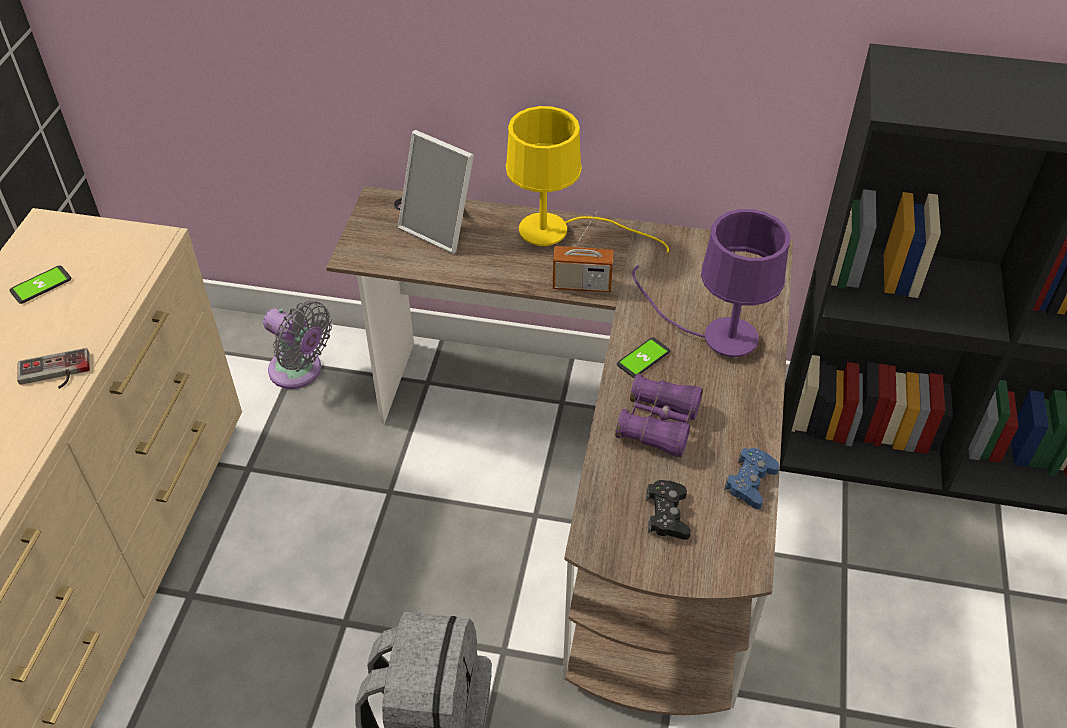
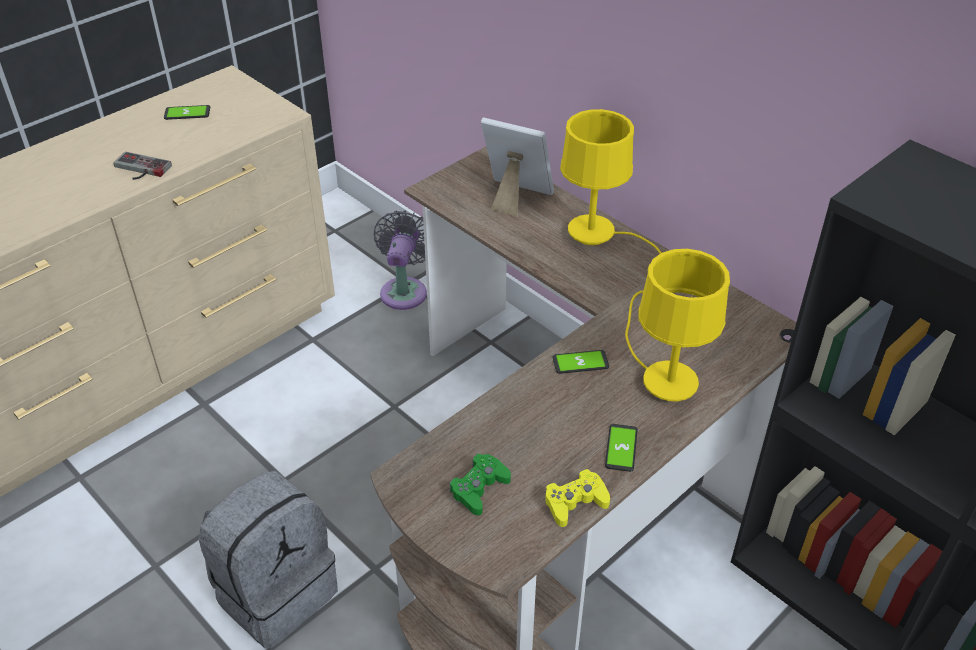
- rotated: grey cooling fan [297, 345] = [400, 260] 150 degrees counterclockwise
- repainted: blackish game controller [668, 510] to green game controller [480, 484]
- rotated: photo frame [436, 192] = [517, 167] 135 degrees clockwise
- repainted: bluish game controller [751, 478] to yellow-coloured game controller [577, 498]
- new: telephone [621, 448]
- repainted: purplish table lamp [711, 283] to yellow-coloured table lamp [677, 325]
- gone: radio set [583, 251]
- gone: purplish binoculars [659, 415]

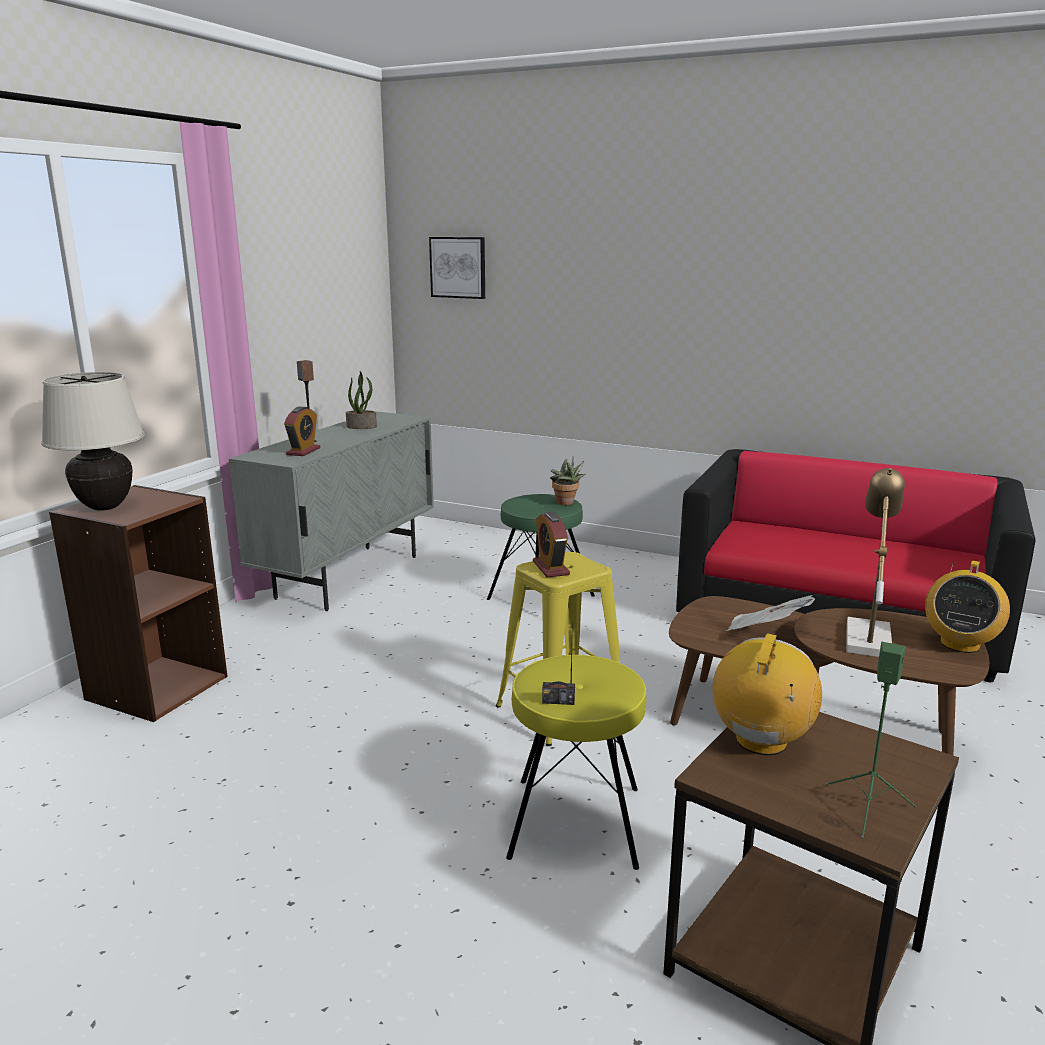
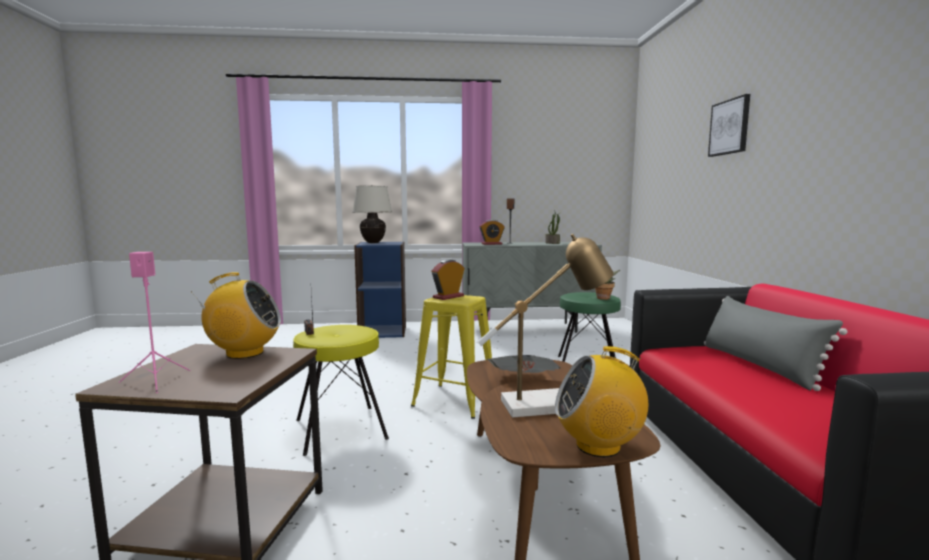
- repainted: green loudspeaker [871, 740] to pink loudspeaker [154, 322]
- repainted: brown shelving unit [138, 603] to bluish shelving unit [380, 290]
- new: grey cushion [776, 343]
- shifted: wall picture [457, 268] to [729, 125]

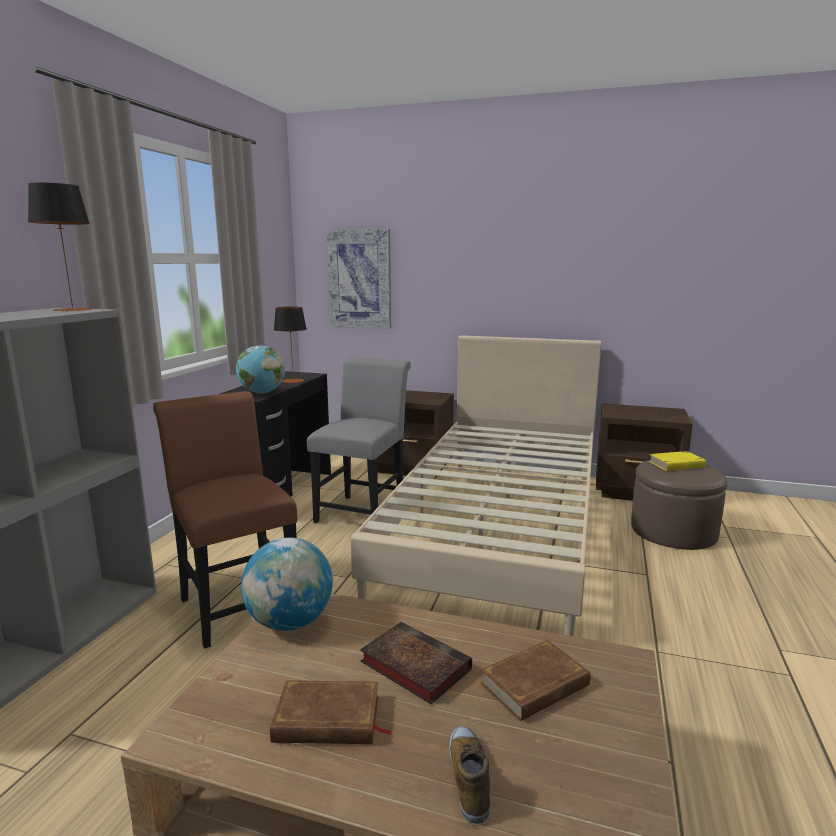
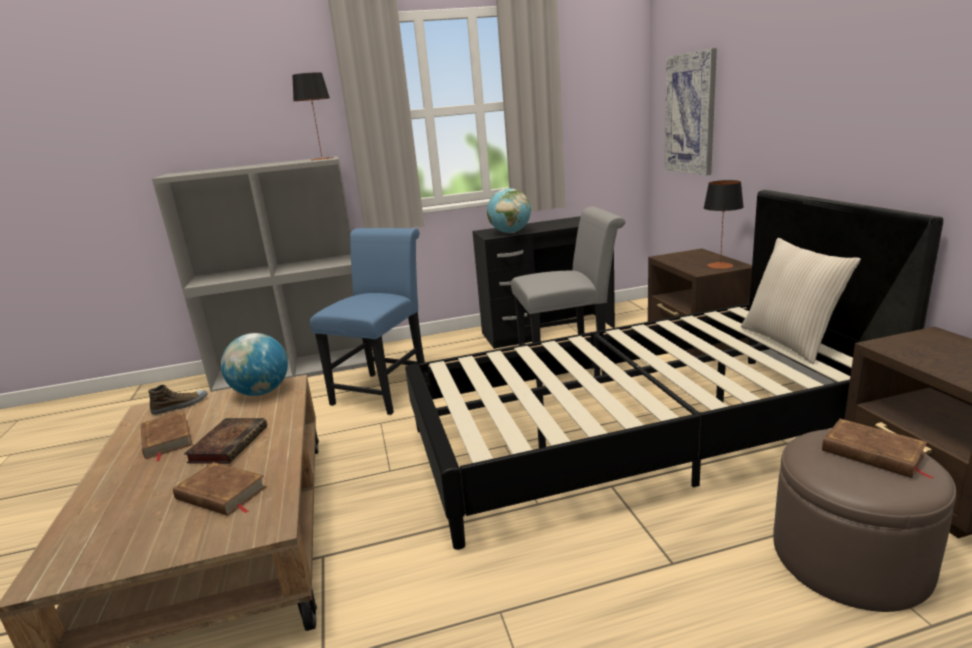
- shifted: item of footwear [469, 775] to [177, 400]
- repainted: brown plain chair [225, 520] to bluish plain chair [367, 321]
- repainted: beige-coloured bedroom bed [476, 485] to blackish bedroom bed [674, 370]
- shifted: table lamp [290, 345] to [724, 224]
- new: beige-coloured cushion [801, 301]
- repainted: yellow-coloured bound book [678, 461] to brown bound book [878, 449]

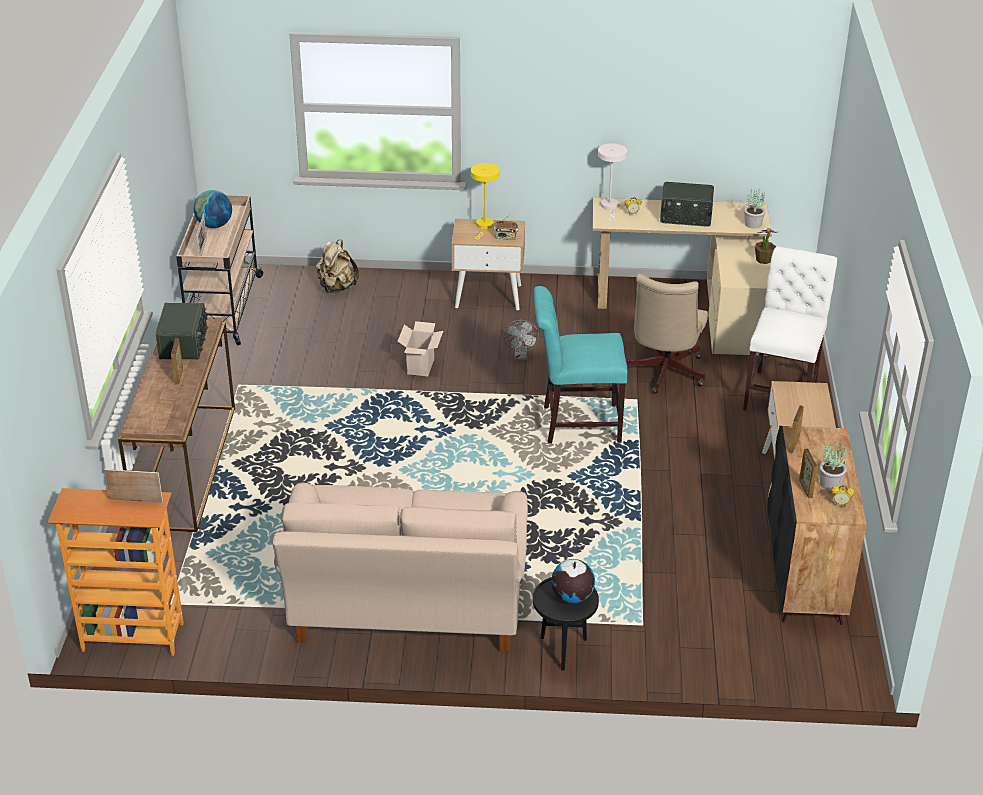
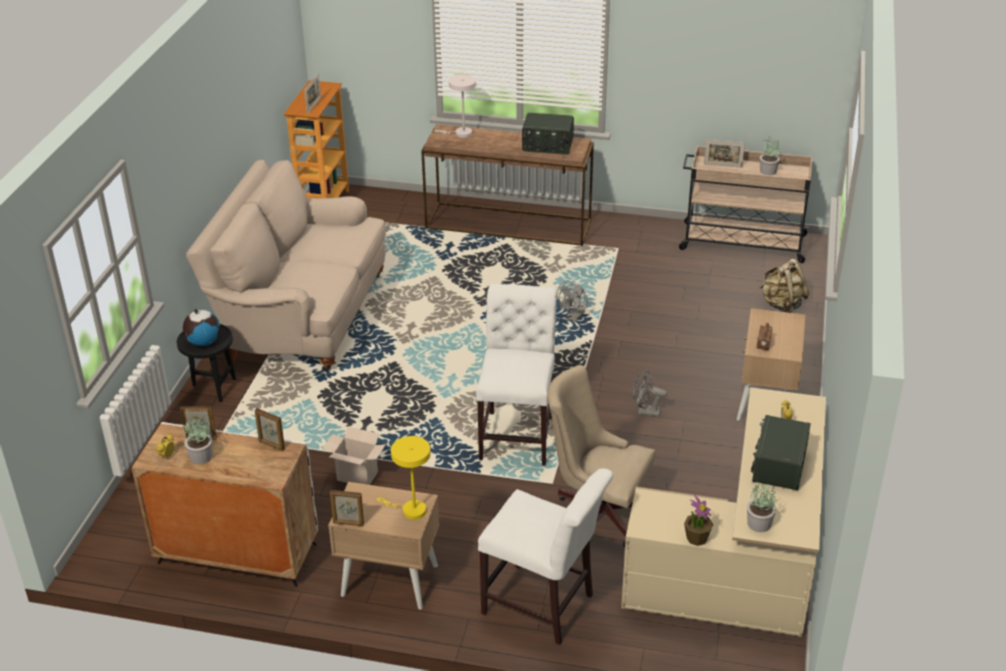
- repainted: blackish cabinet [817, 525] to white cabinet [225, 504]
- shifted: packing box [420, 348] to [354, 456]
- shifted: photo frame [177, 361] to [347, 508]
- shifted: yellow-coloured table lamp [485, 201] to [404, 478]
- shifted: white table lamp [612, 182] to [455, 106]
- repainted: turquoise plain chair [580, 365] to white plain chair [516, 375]
- new: grey cooling fan [572, 301]
- swapped: globe [213, 209] to plant in a pot [770, 155]

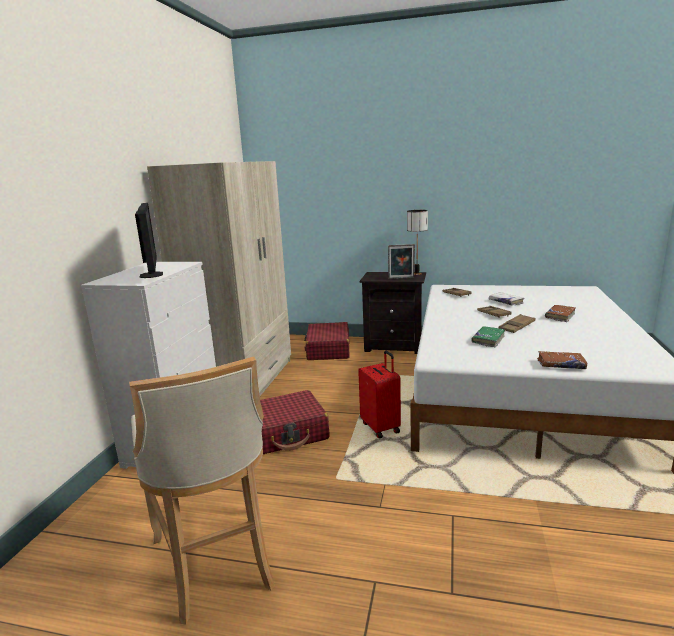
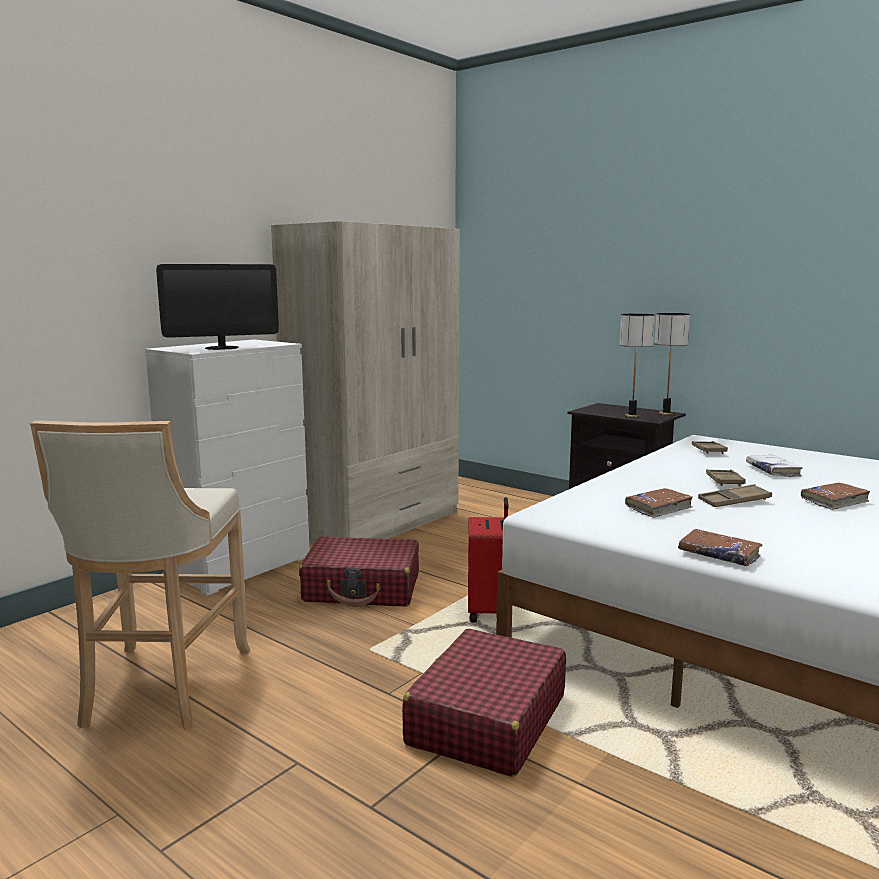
- rotated: computer display [149, 240] = [217, 307] 60 degrees clockwise
- shifted: red-coloured suitcase [327, 341] to [484, 703]
- swapped: photo frame [401, 261] to table lamp [637, 365]
- repainted: green bound book [488, 337] to brown bound book [658, 503]

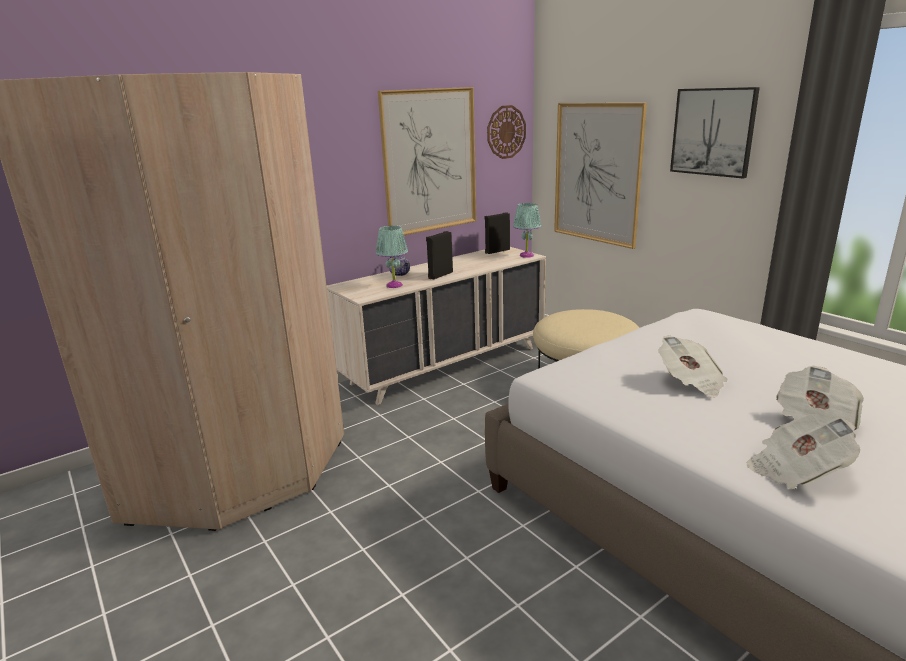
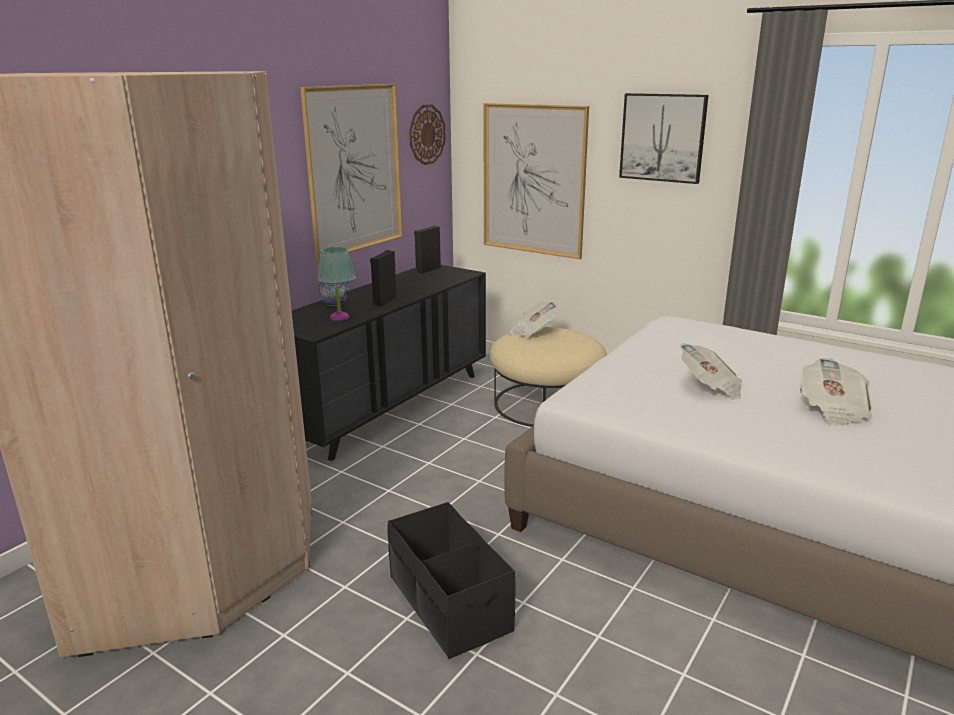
- repainted: beige-coloured dresser [436, 326] to blackish dresser [389, 363]
- new: blackish storage bin [452, 580]
- shifted: daily paper [803, 451] to [534, 319]
- gone: turquoise table lamp [527, 230]

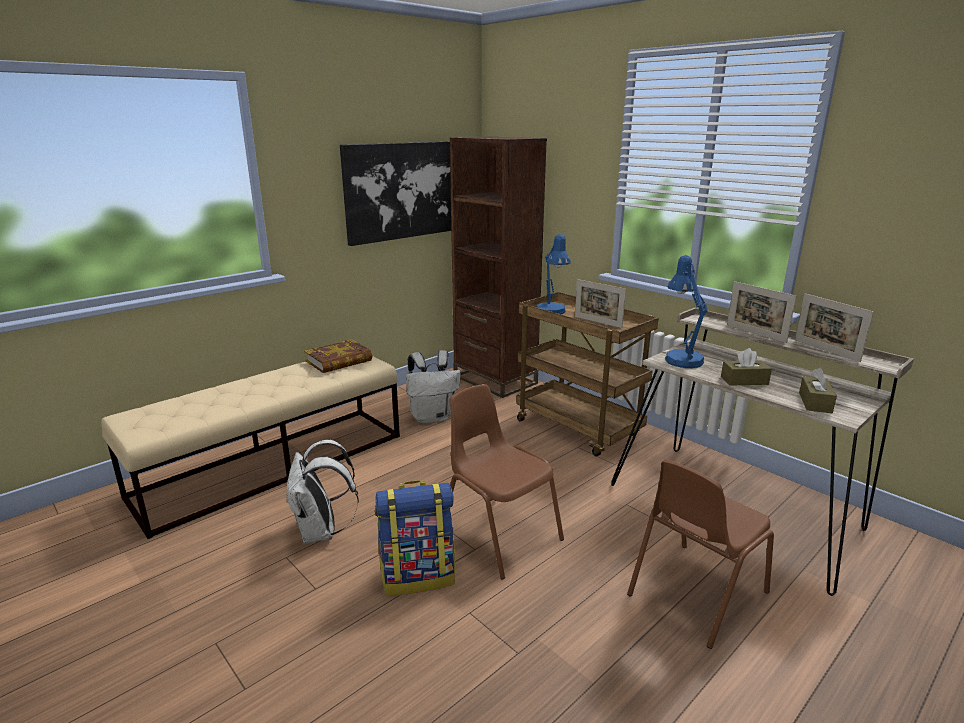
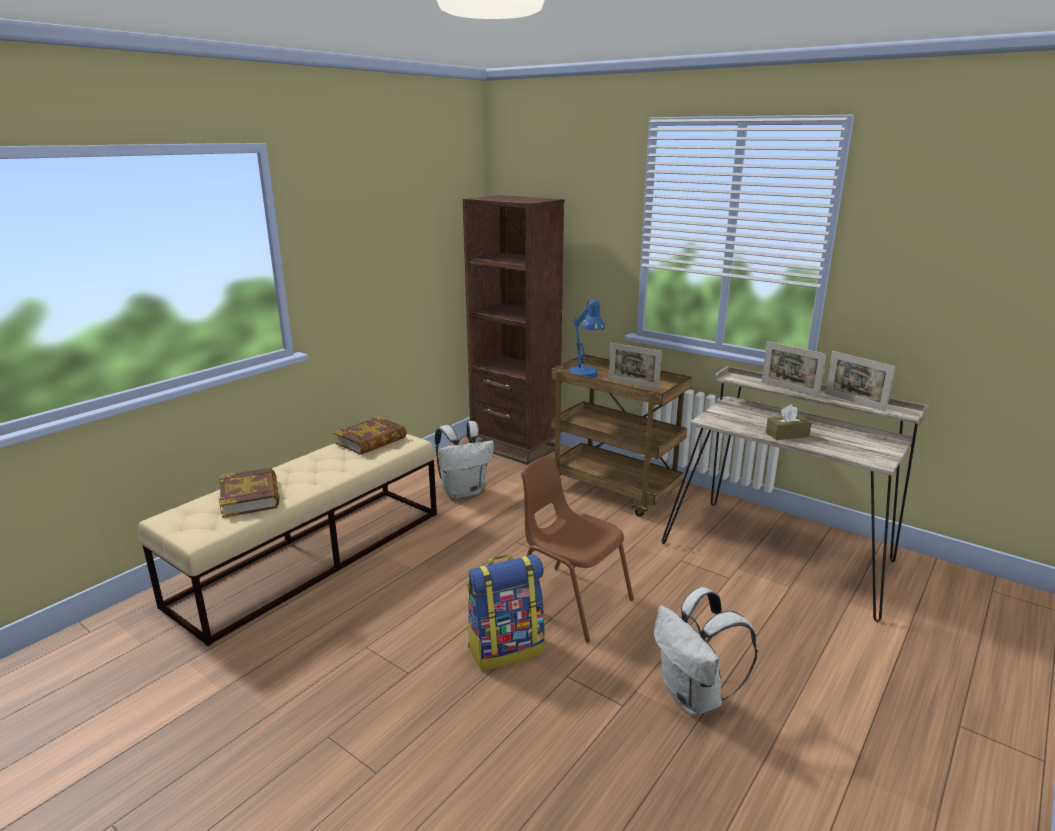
- new: bound book [249, 493]
- shifted: white knapsack [322, 492] to [706, 651]
- gone: wall picture [395, 193]
- gone: brown plain chair [700, 554]
- gone: bluish table lamp [686, 311]
- gone: brown tissue box [818, 390]

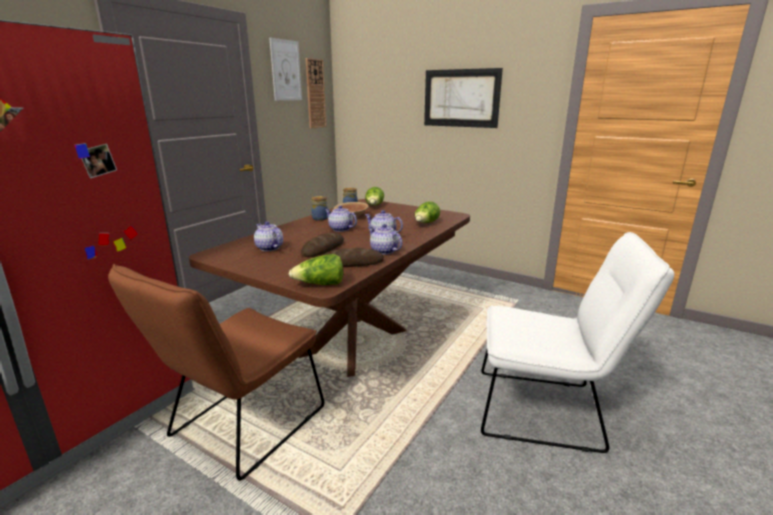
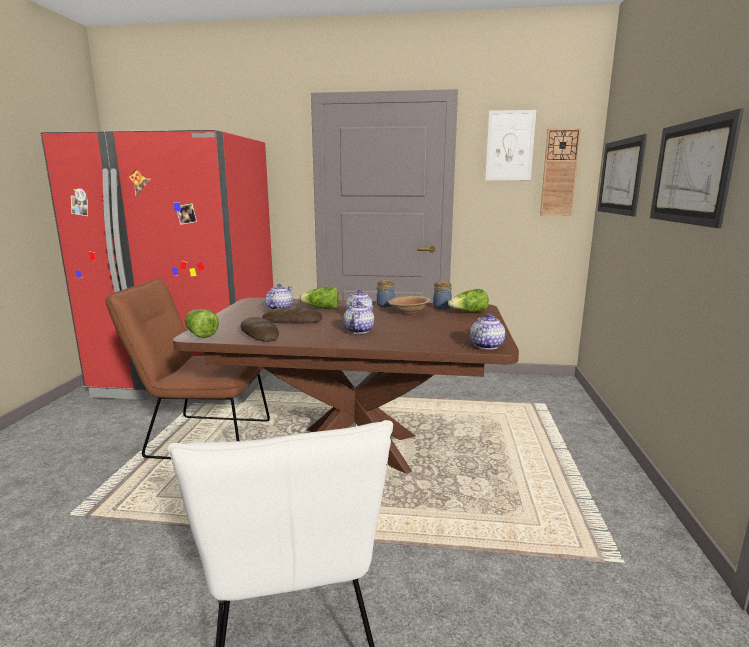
- shifted: lettuce [427, 212] to [319, 298]
- shifted: tea pot [385, 239] to [487, 331]
- new: wall picture [622, 175]

